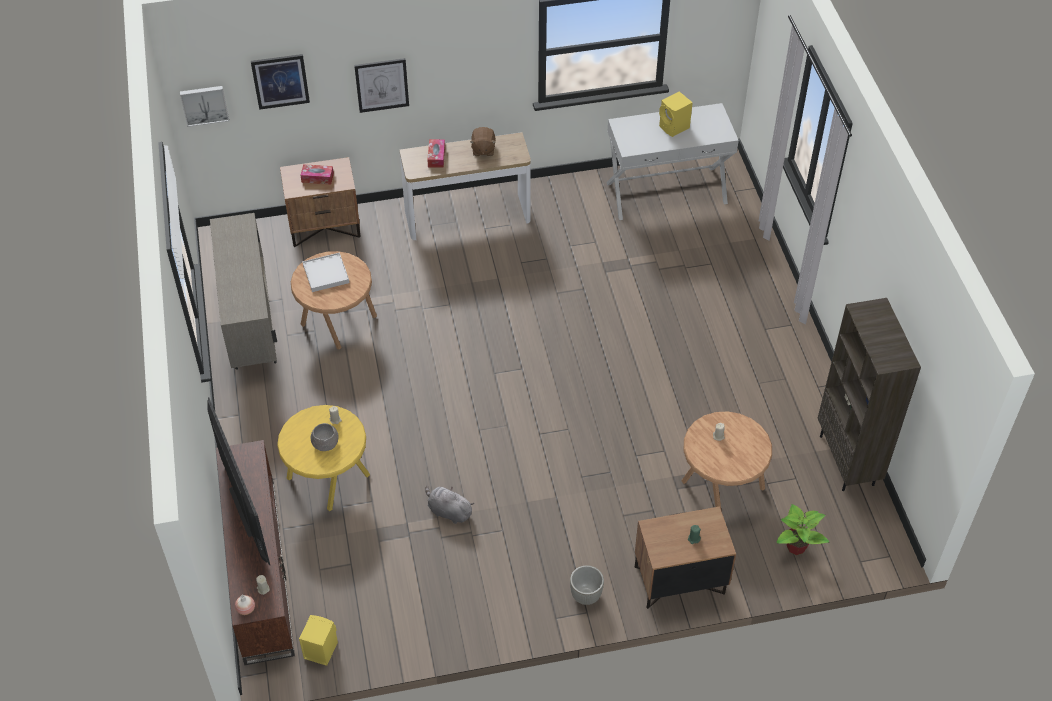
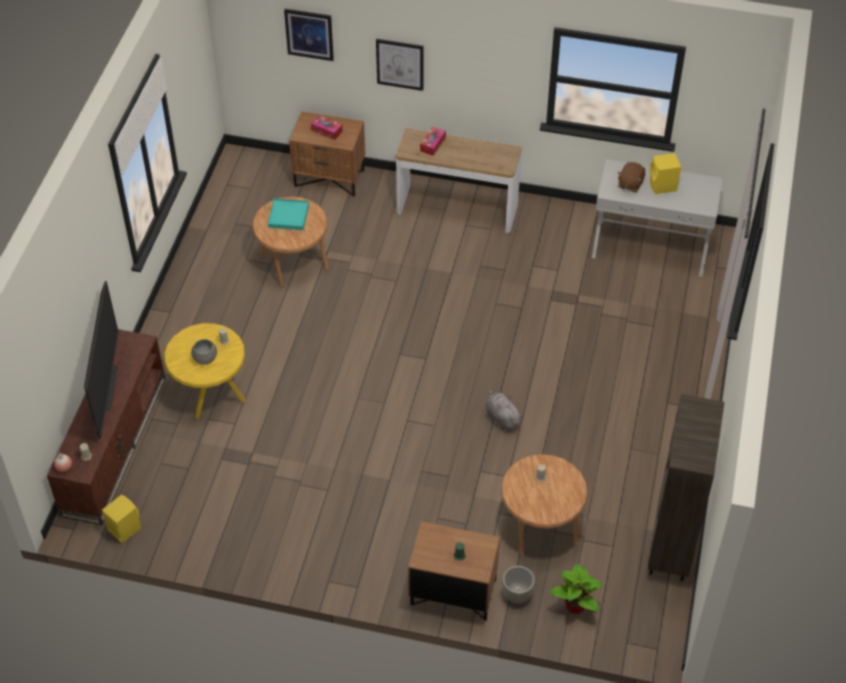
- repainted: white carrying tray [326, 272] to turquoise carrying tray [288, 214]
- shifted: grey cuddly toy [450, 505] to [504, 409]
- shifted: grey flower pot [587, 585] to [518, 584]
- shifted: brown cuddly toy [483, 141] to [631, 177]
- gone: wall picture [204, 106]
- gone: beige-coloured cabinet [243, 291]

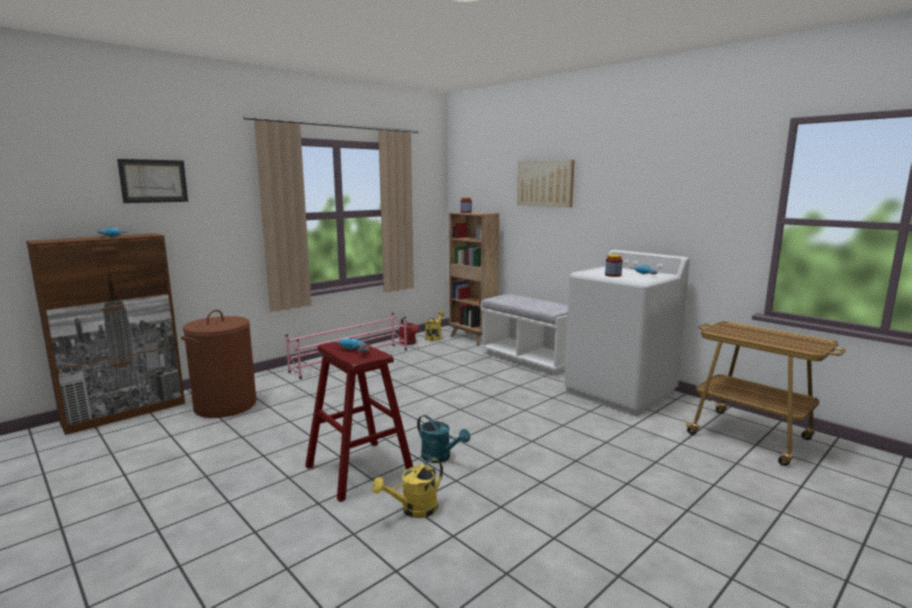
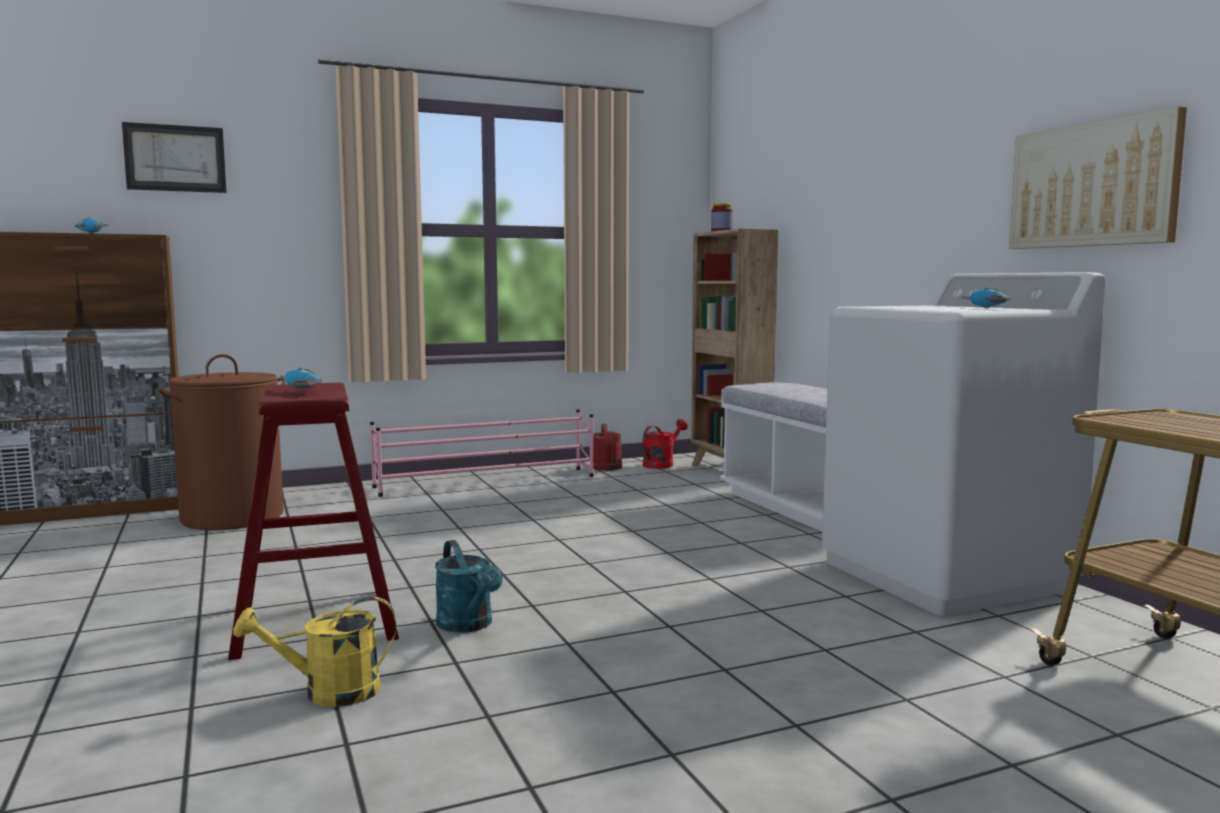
- repainted: yellow-coloured watering pot [434, 326] to red-coloured watering pot [665, 444]
- shifted: wall picture [545, 183] to [1098, 177]
- gone: storage jar [614, 265]

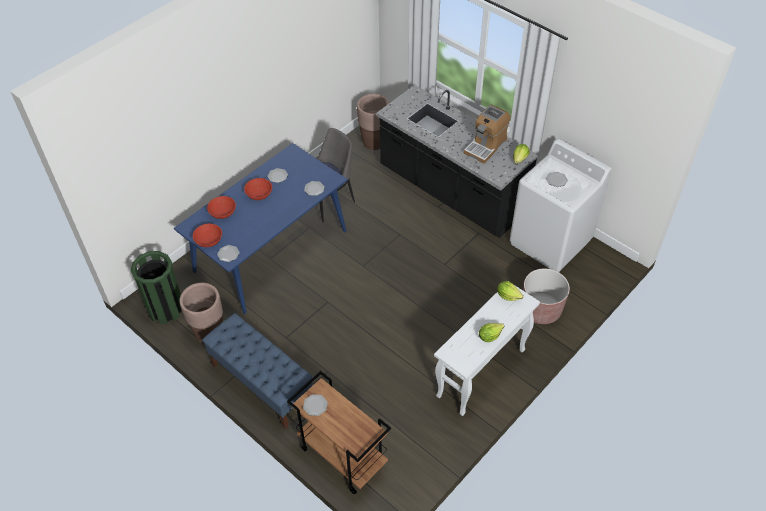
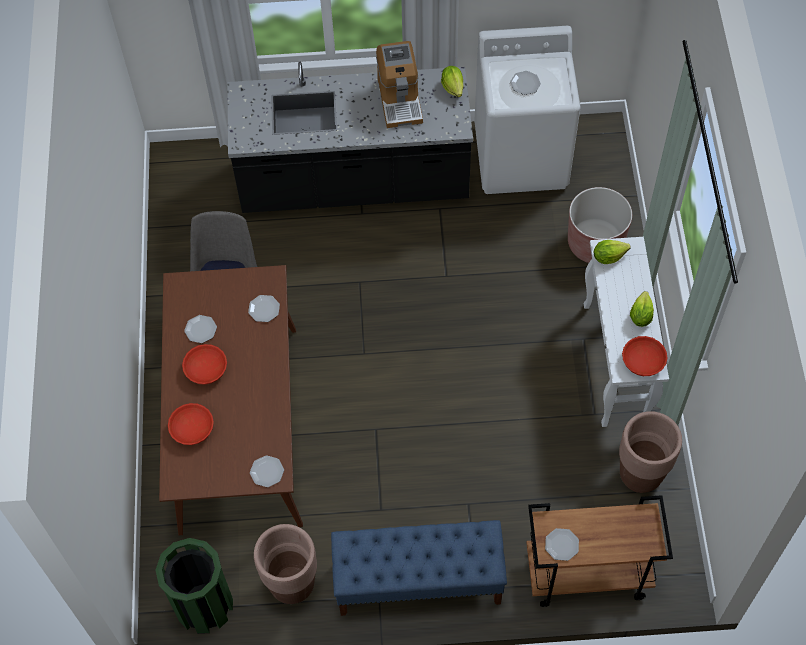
- repainted: bluish dining table [261, 228] to brown dining table [231, 400]
- shifted: brown flower pot [373, 122] to [650, 452]
- shifted: red-coloured deep dish [207, 235] to [644, 356]

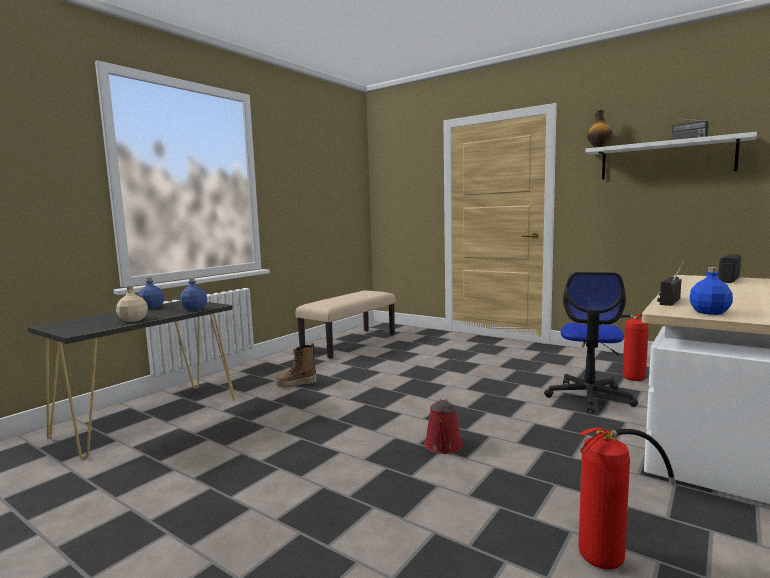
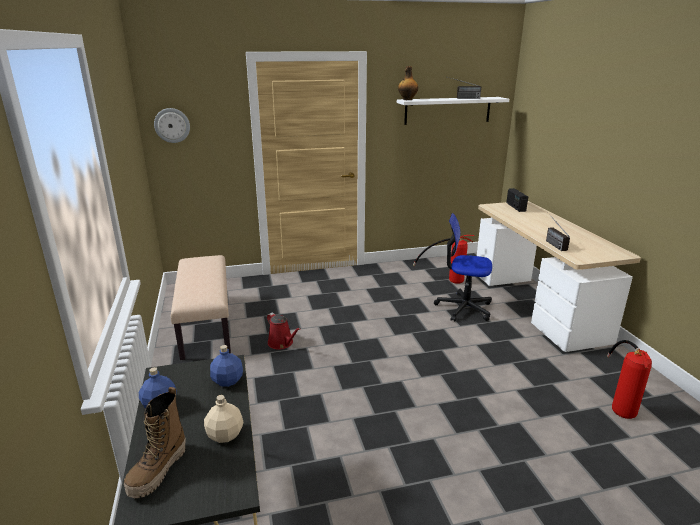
- shifted: boot [296, 365] to [155, 442]
- new: wall clock [172, 125]
- shifted: red-coloured watering pot [443, 426] to [283, 331]
- rotated: office chair [591, 342] = [463, 267] 135 degrees clockwise
- gone: bluish beverage bottle [711, 291]

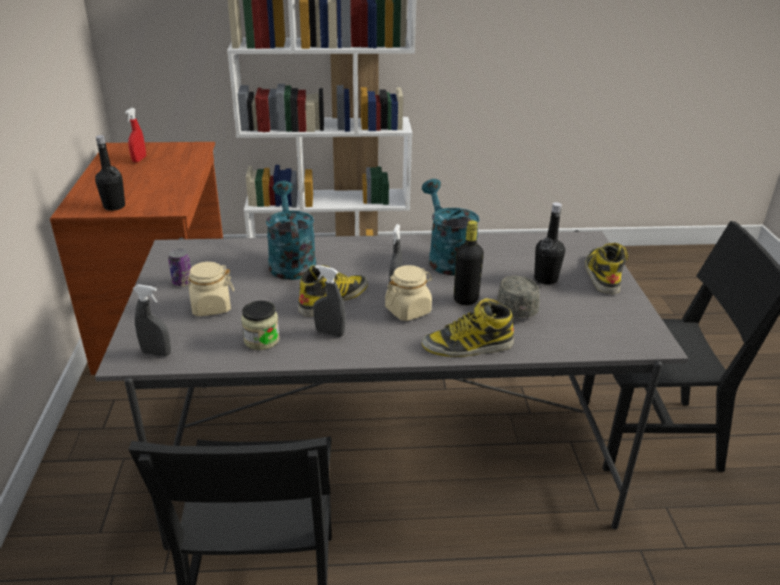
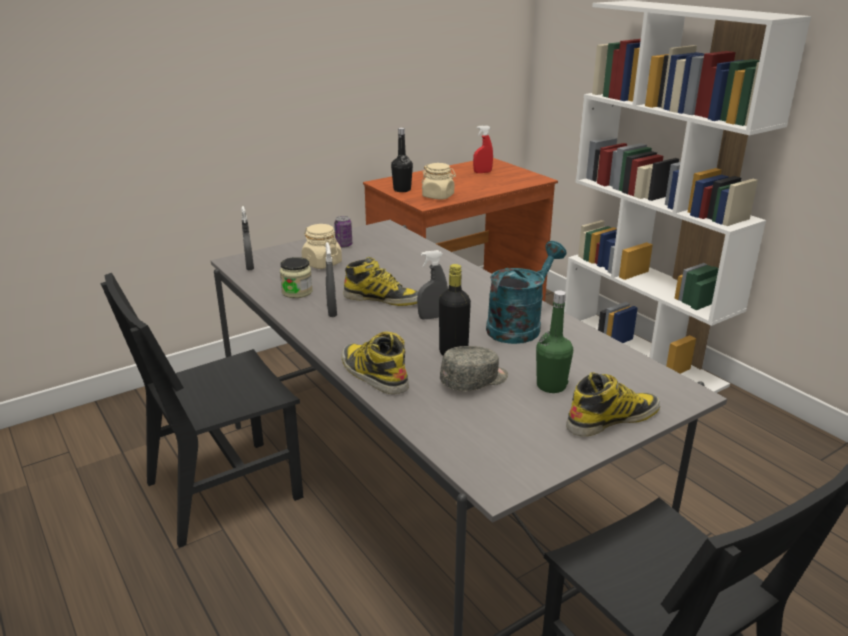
- shifted: beige-coloured storage jar [408, 293] to [439, 181]
- repainted: blackish beverage bottle [549, 243] to green beverage bottle [554, 341]
- gone: turquoise watering pot [291, 230]

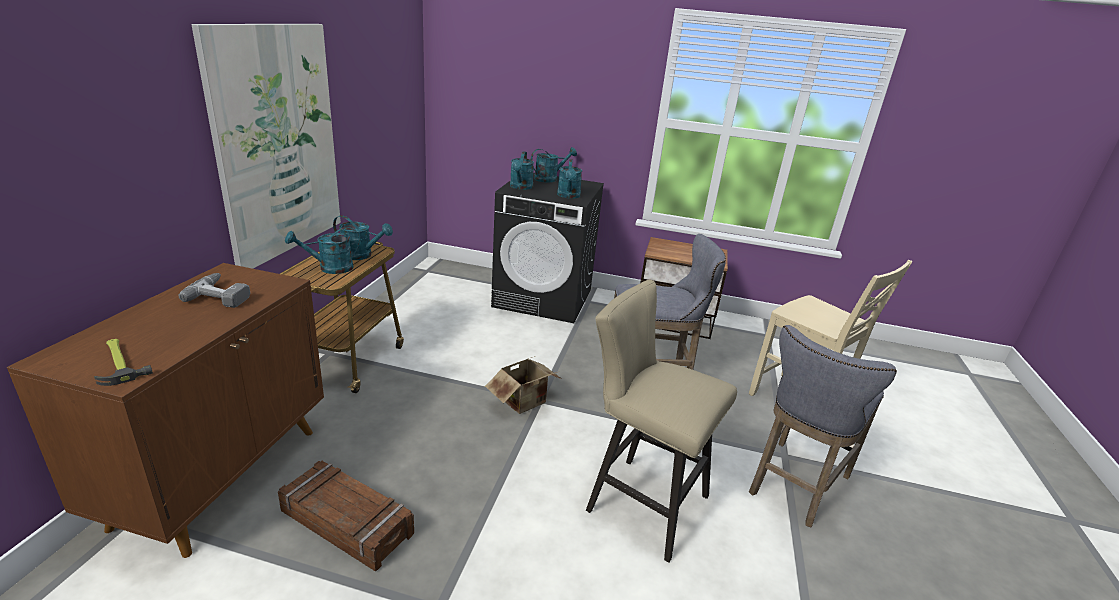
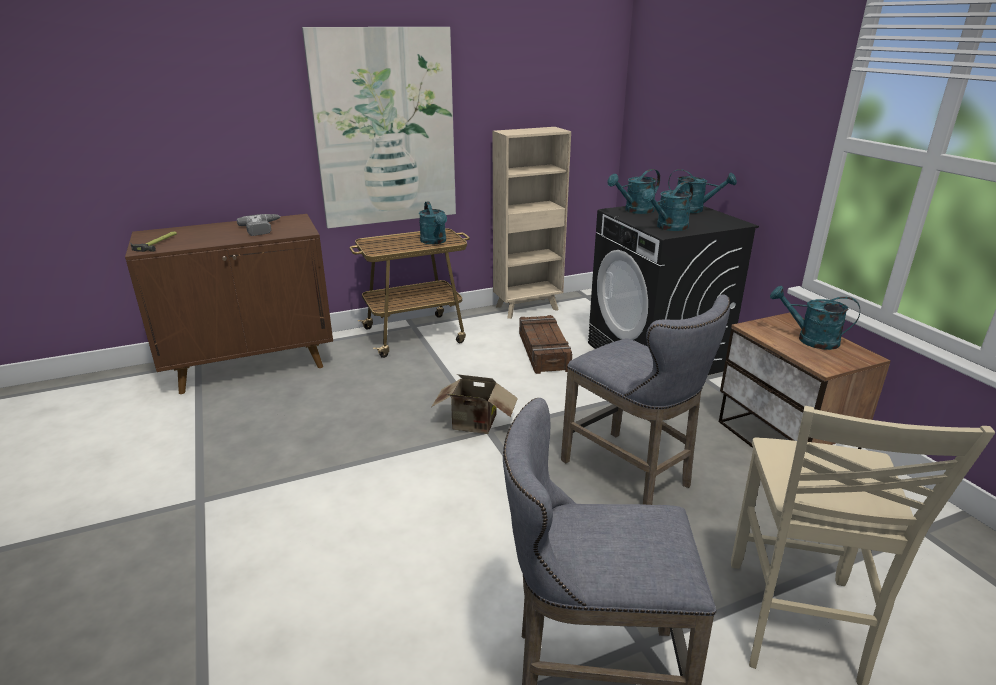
- new: beige-coloured shelving unit [532, 223]
- shifted: shipping crate [346, 516] to [545, 344]
- shifted: turquoise watering pot [322, 250] to [815, 318]
- gone: beige-coloured stool seat [661, 421]

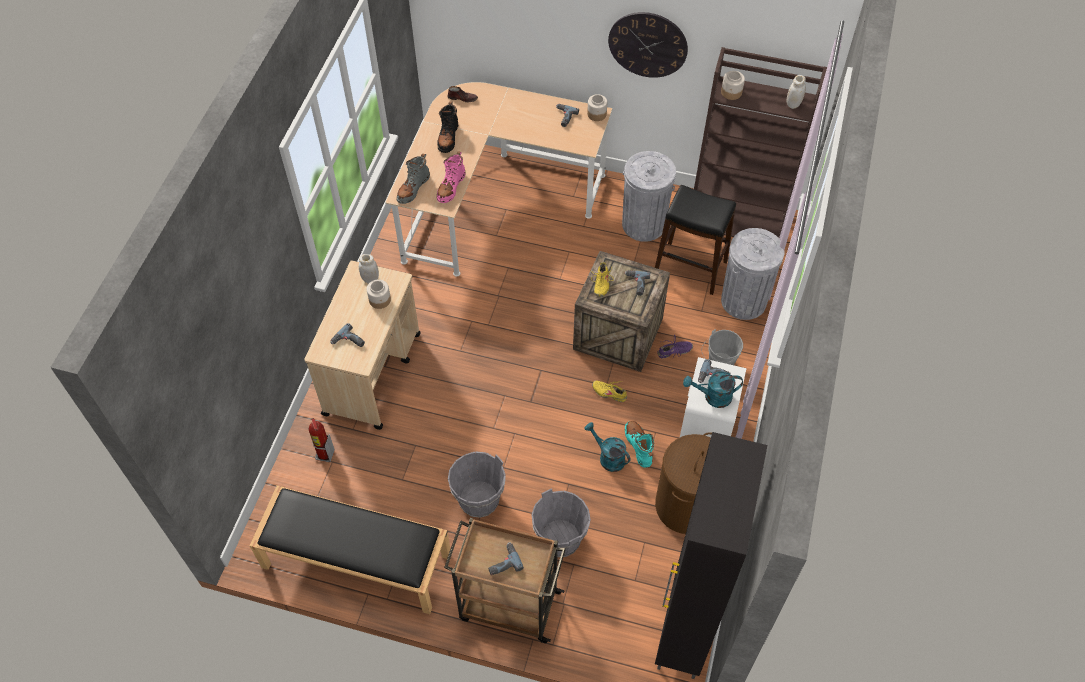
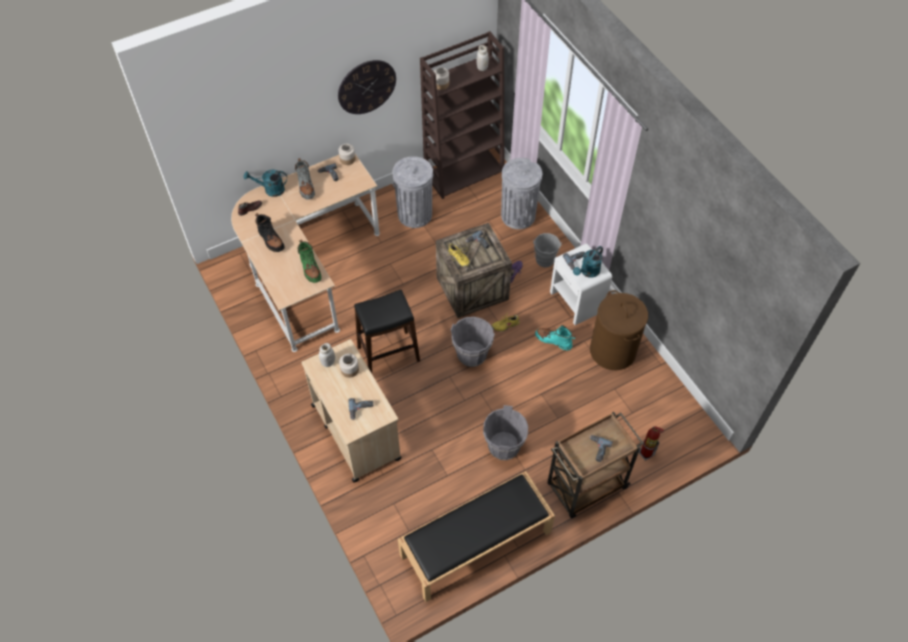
- shifted: turquoise watering pot [607, 447] to [265, 183]
- shifted: grey boot [413, 179] to [305, 178]
- repainted: pink boot [451, 177] to green boot [309, 261]
- shifted: blackish stool seat [695, 240] to [387, 331]
- shifted: grey pail [561, 522] to [473, 342]
- shifted: extinguisher [322, 440] to [651, 443]
- gone: blackish cabinet [711, 555]

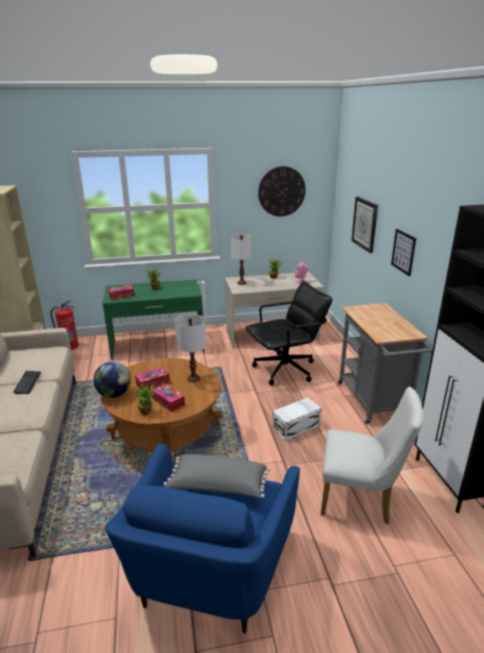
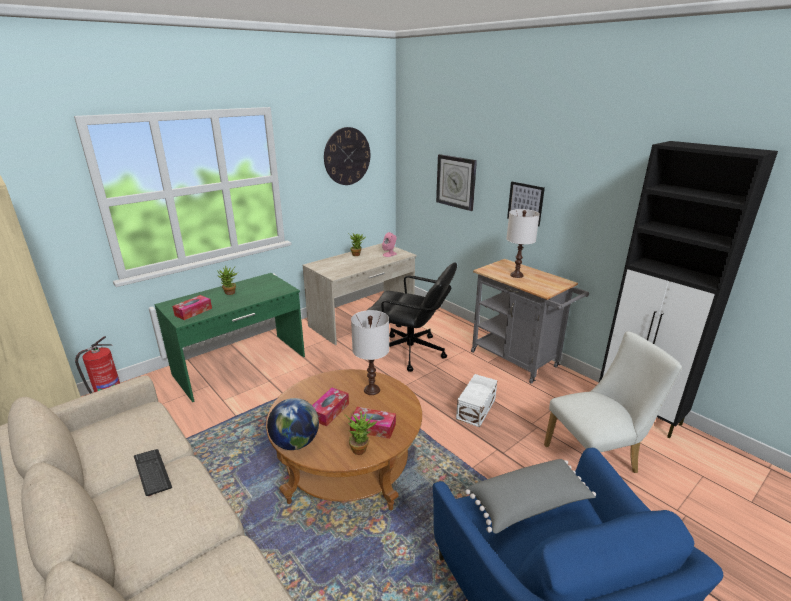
- rotated: blackish office chair [289, 333] = [412, 317] 75 degrees clockwise
- shifted: white table lamp [241, 259] to [523, 243]

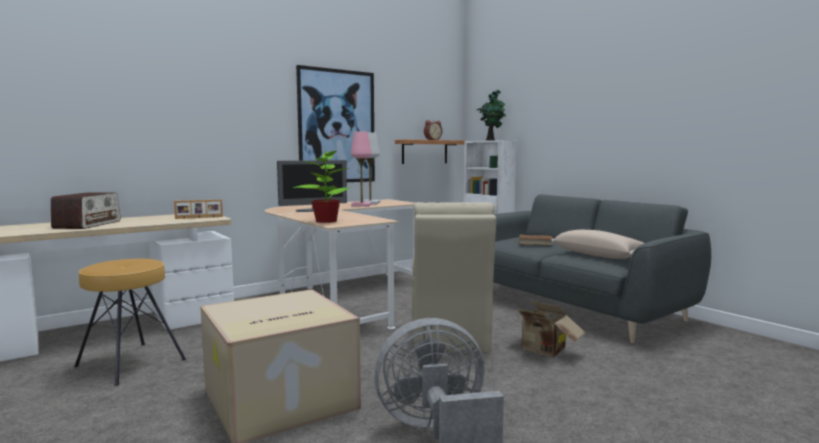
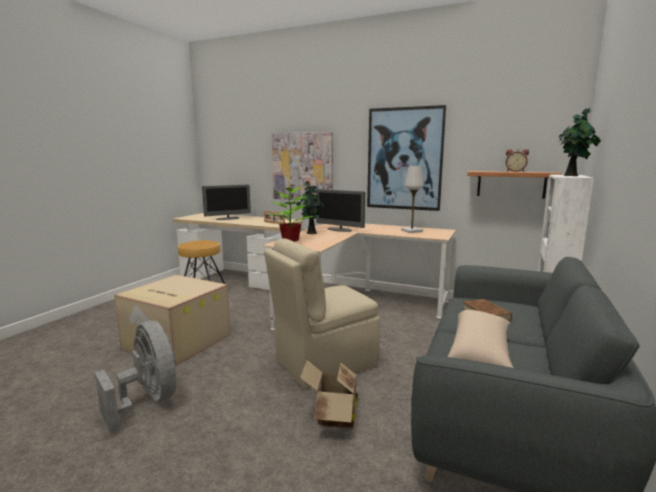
- swapped: radio set [86, 210] to computer display [226, 202]
- new: wall picture [302, 166]
- new: plant in a pot [310, 207]
- gone: pink table lamp [361, 169]

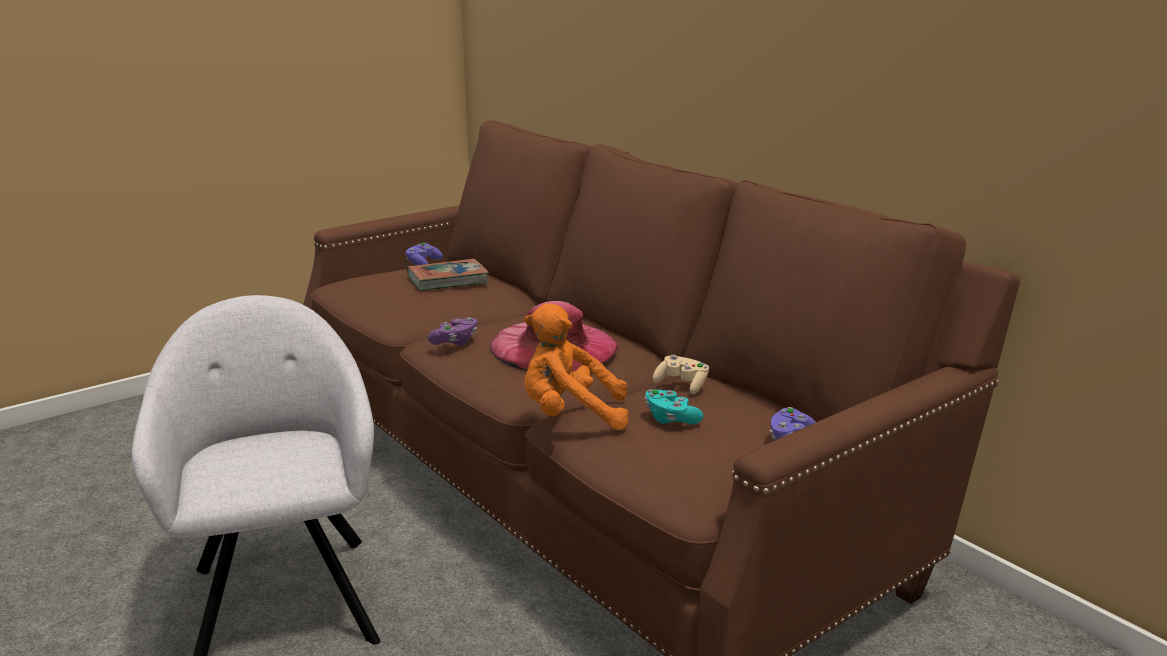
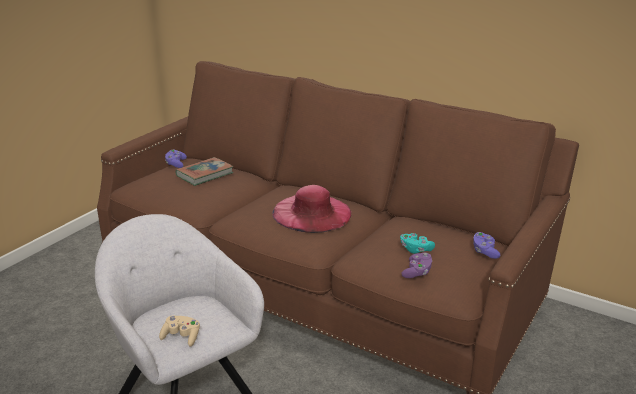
- shifted: beige-coloured game controller [681, 374] to [179, 331]
- shifted: purplish game controller [452, 331] to [416, 265]
- gone: orangey cuddly toy [576, 366]

